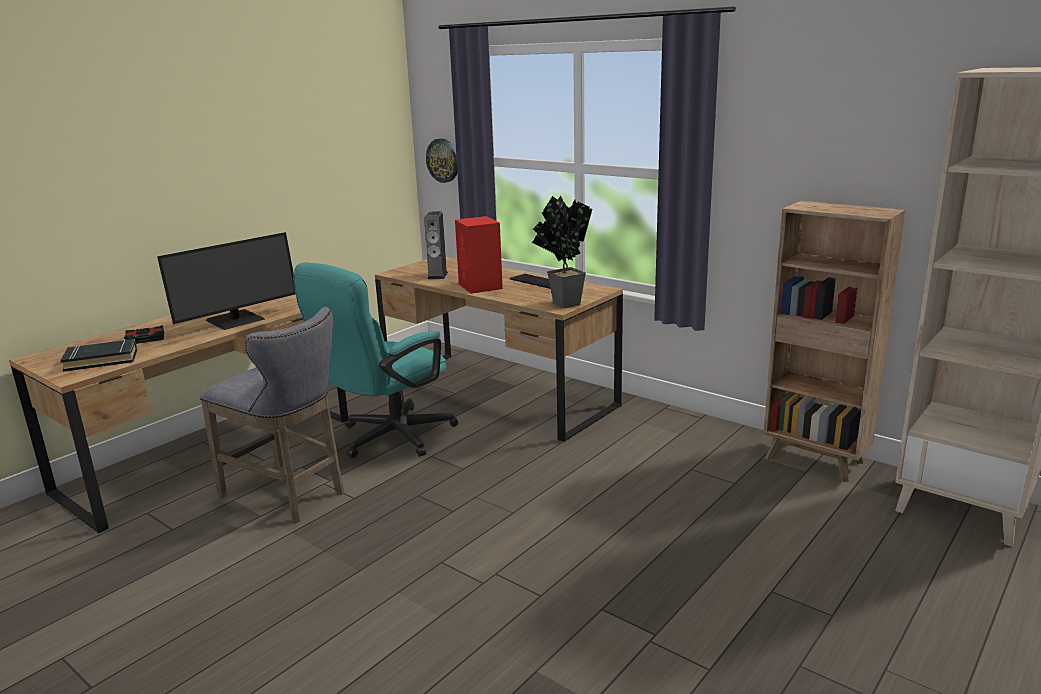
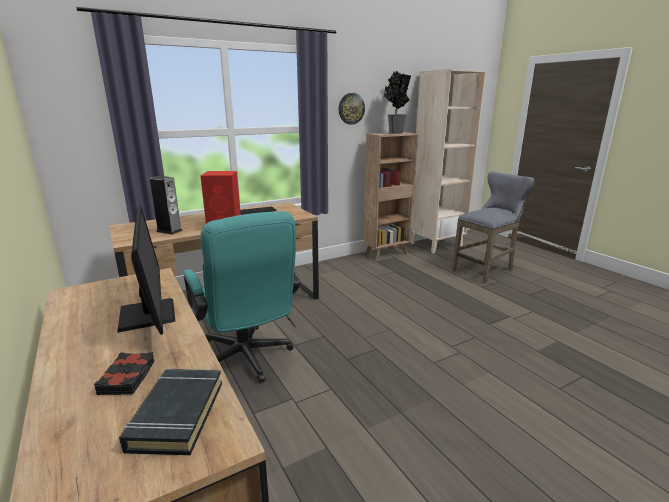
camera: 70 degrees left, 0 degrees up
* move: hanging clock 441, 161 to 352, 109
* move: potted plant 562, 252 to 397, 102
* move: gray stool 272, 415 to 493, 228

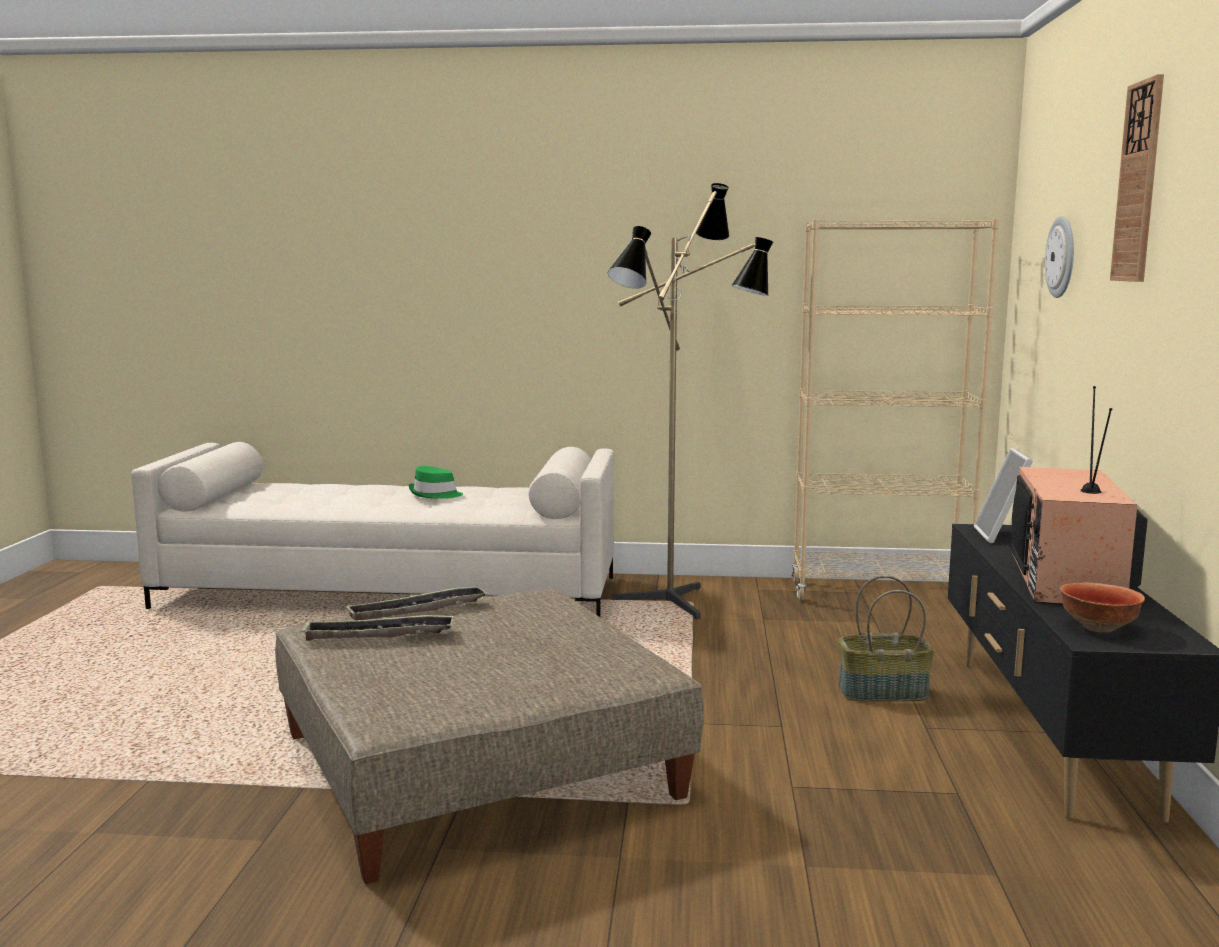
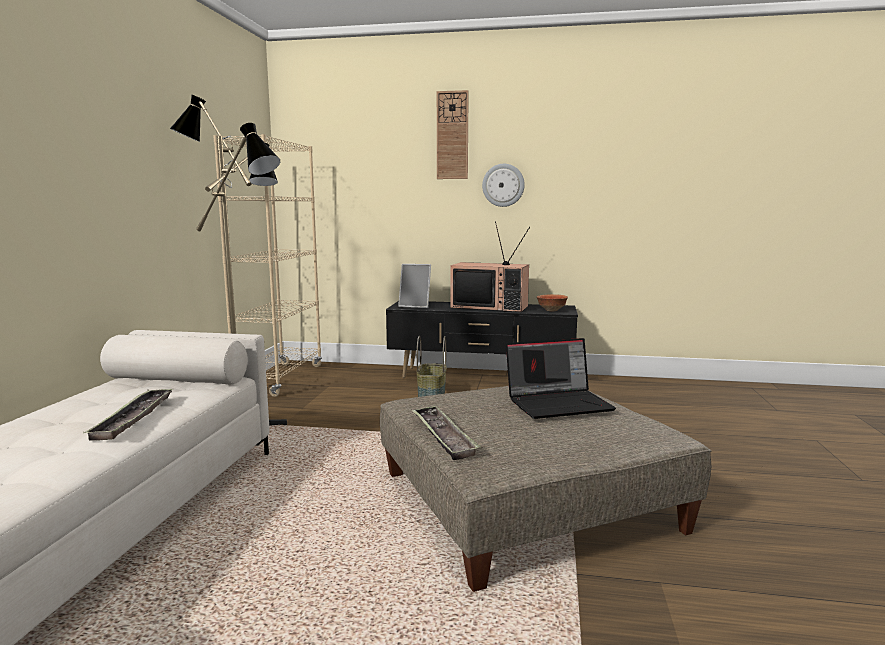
camera: 85 degrees left, 0 degrees up
* move: hanging clock 1059, 257 to 503, 185
* delete: green wearable hat 436, 482
* move: serving tray 377, 628 to 128, 415
* insert: portable computer 561, 378

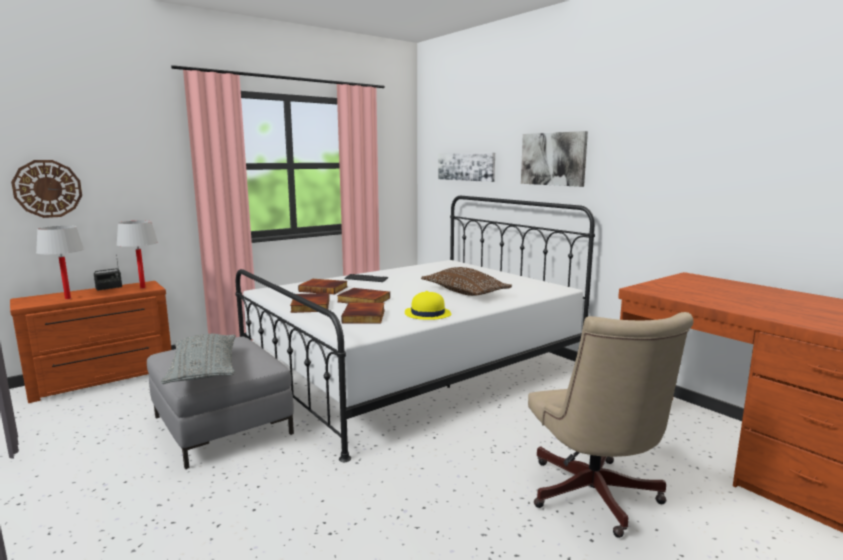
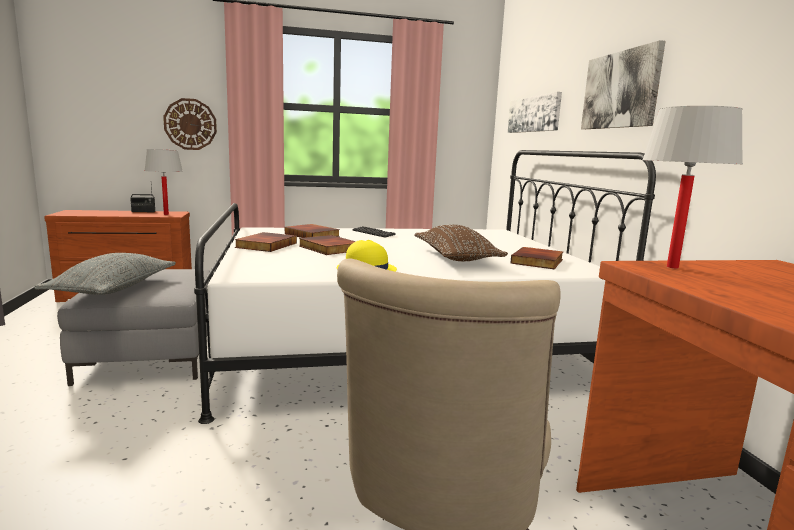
camera: 25 degrees right, 0 degrees up
* move: hanging clock 46, 189 to 190, 124
* move: white-coloured table lamp 60, 262 to 692, 187
* move: bound book 363, 313 to 536, 258

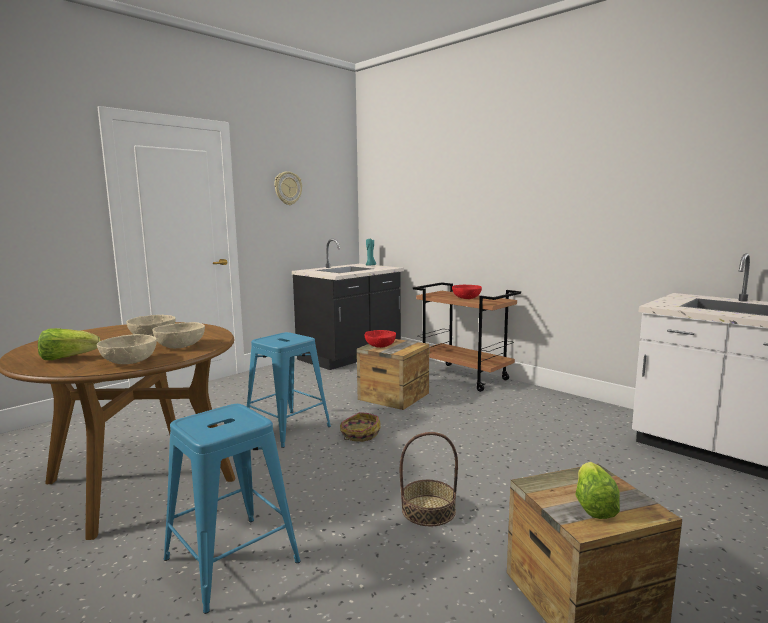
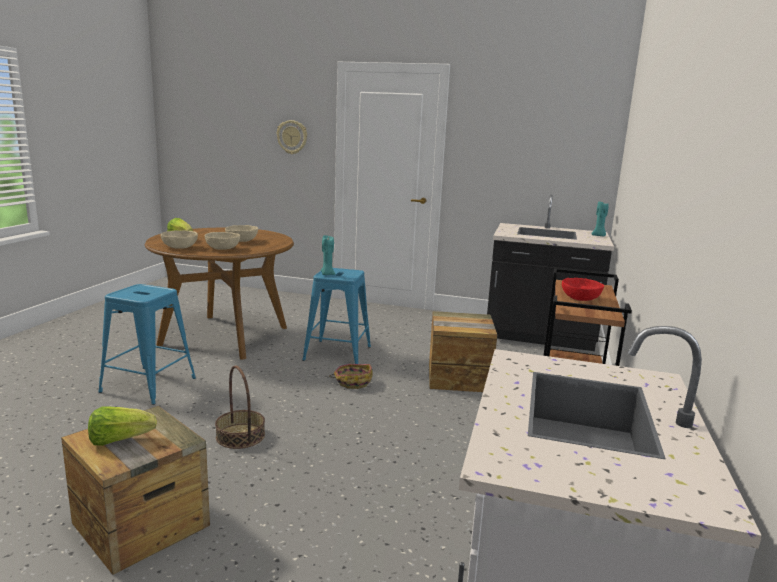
camera: 60 degrees right, 5 degrees up
* move: hanging clock 288, 188 to 292, 137
* delete: red serving bowl 380, 339
* insert: turquoise candle 328, 255

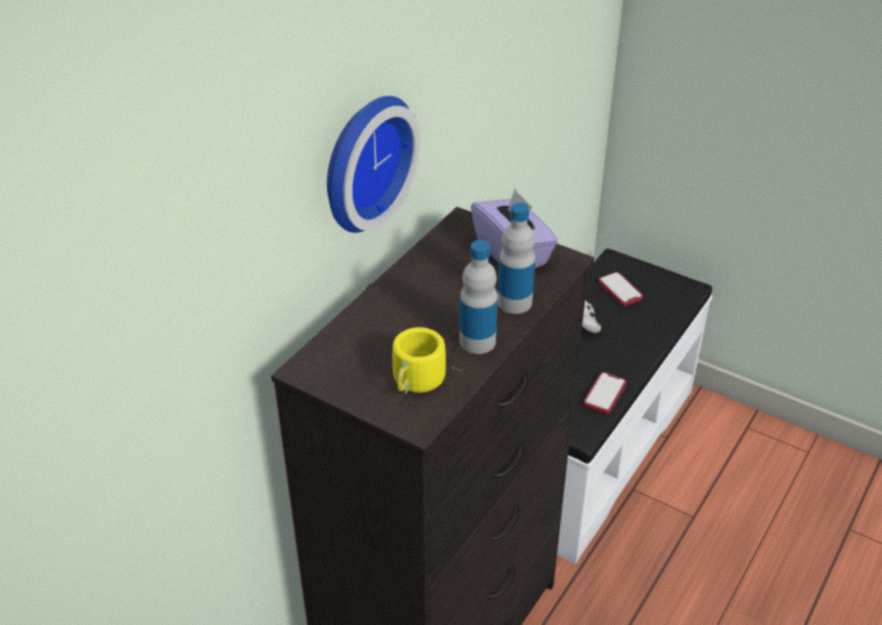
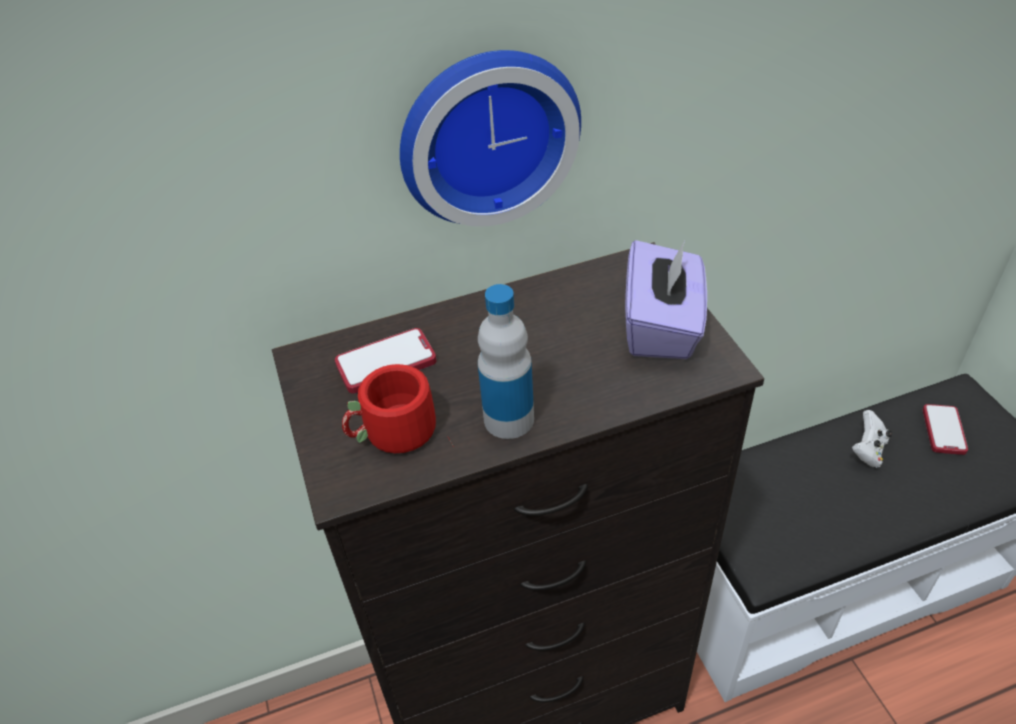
camera: 40 degrees right, 5 degrees up
* delete: bottle 516, 258
* recolor: yellow mug 427, 360 to red mug 398, 408
* move: telephone 604, 393 to 386, 361

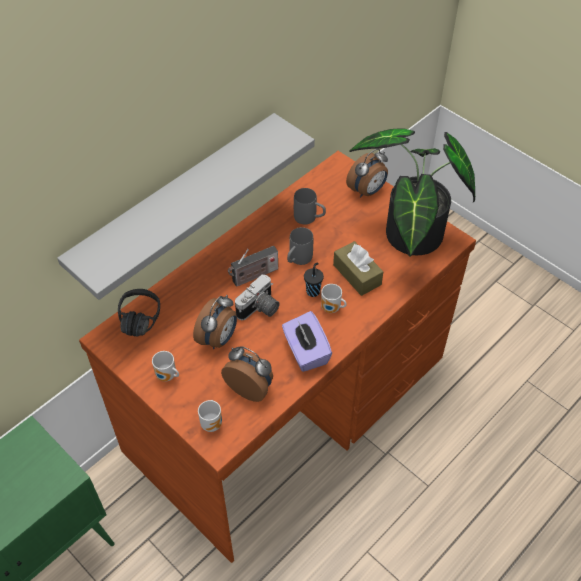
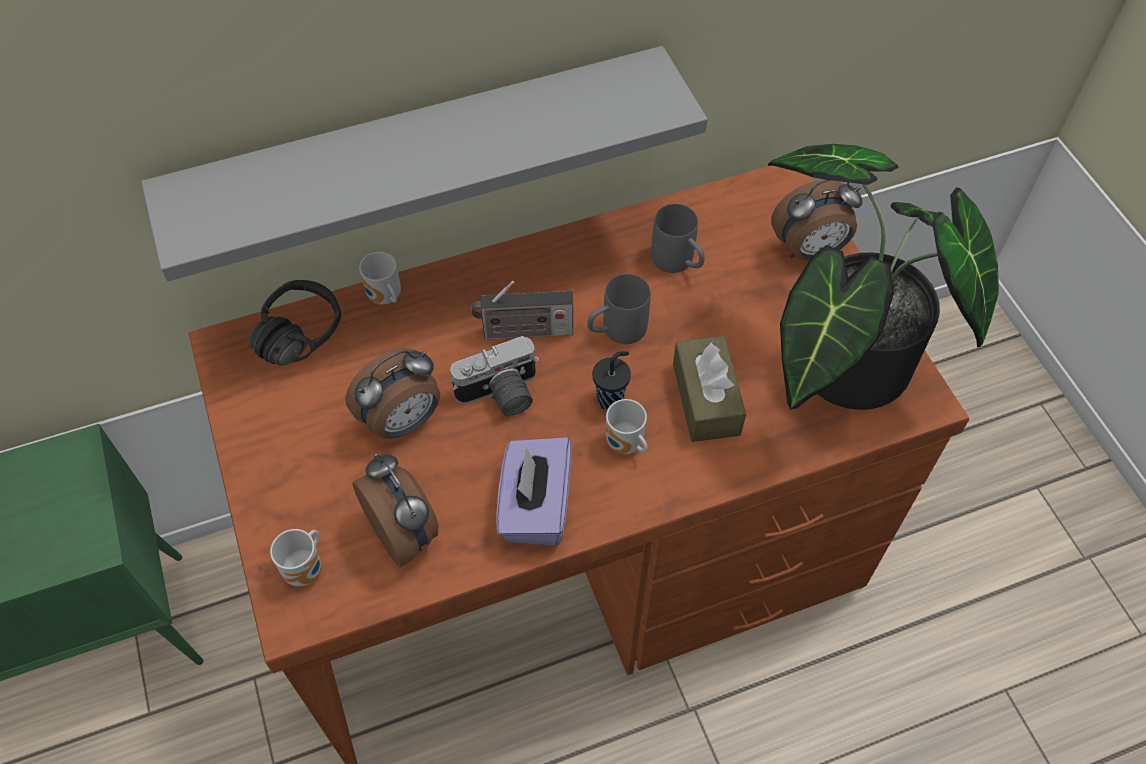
camera: 25 degrees right, 5 degrees up
* move: mug 165, 366 to 380, 278

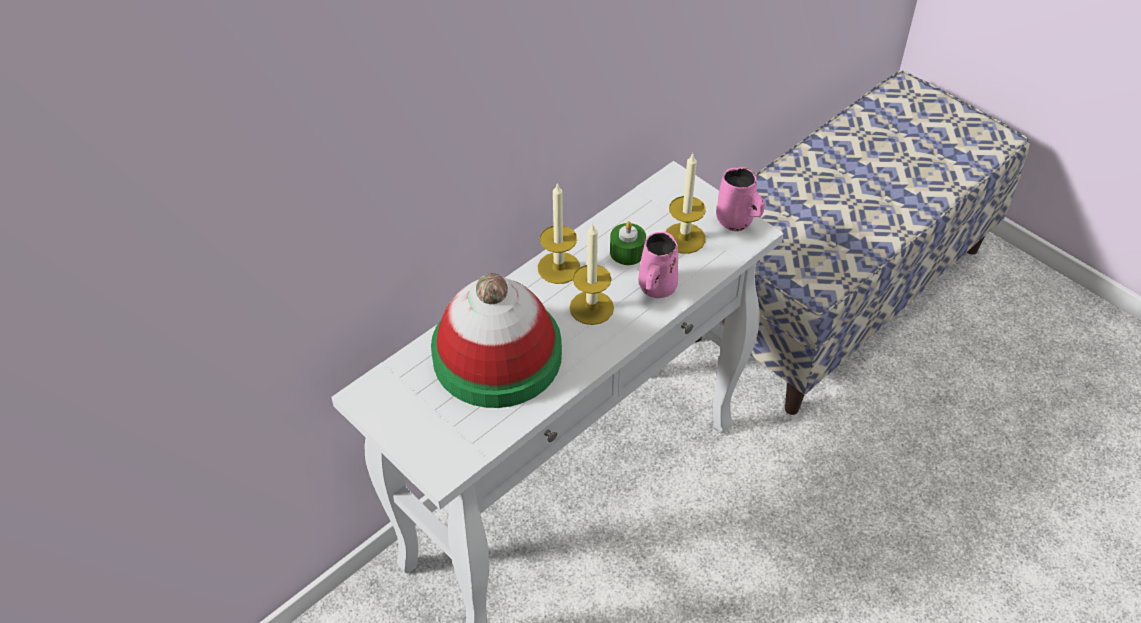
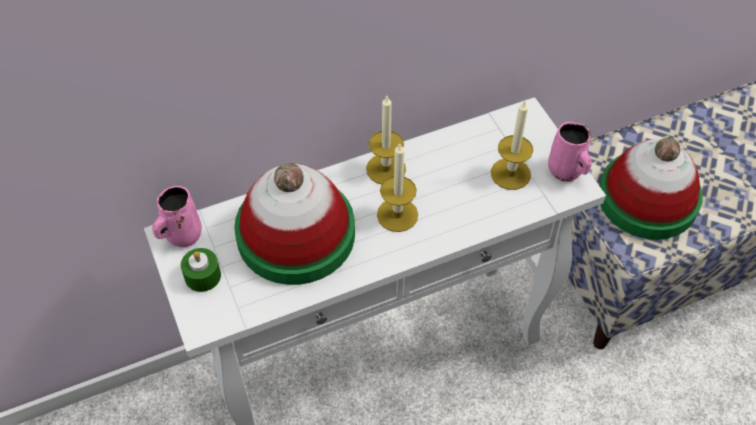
camera: 20 degrees right, 5 degrees up
* move: green candle 628, 243 to 201, 270
* move: pink mug 658, 265 to 177, 216
* insert: wearable hat 651, 188

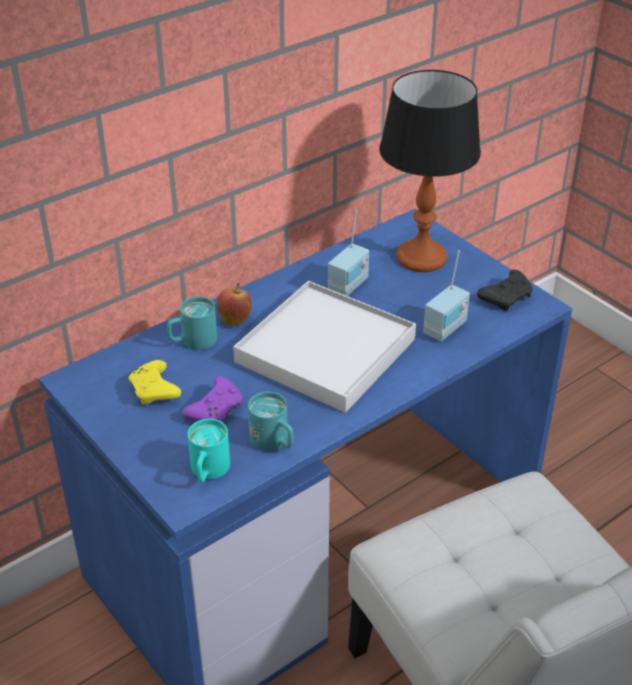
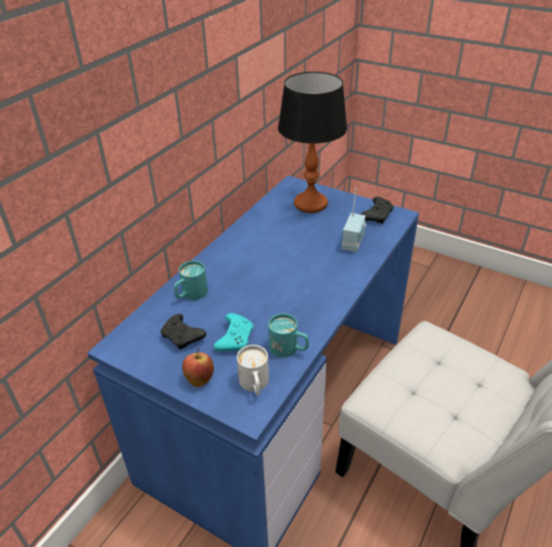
camera: 20 degrees left, 0 degrees up
* delete: radio set 348, 253
* delete: white-coloured serving tray 324, 347
* move: whole apple 234, 304 to 198, 368
* recolor: yellow game controller 155, 382 to black game controller 183, 332
* recolor: purple game controller 212, 399 to turquoise game controller 233, 332
* recolor: turquoise mug 209, 451 to white-coloured mug 253, 370

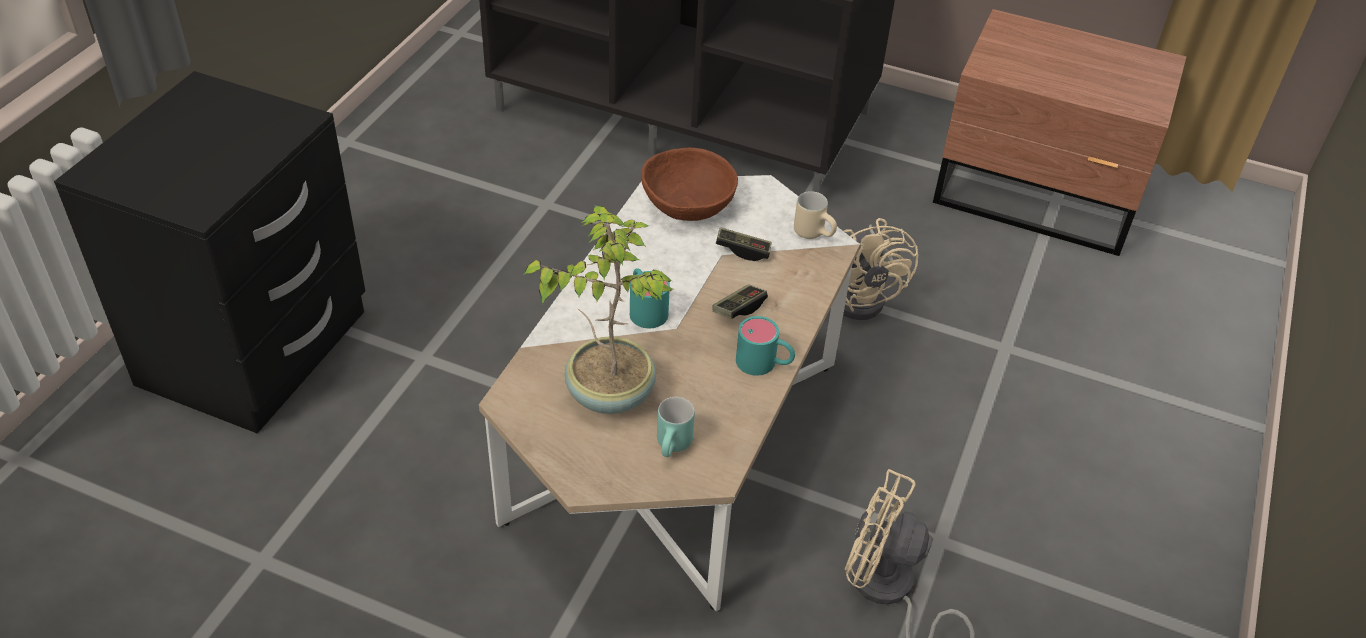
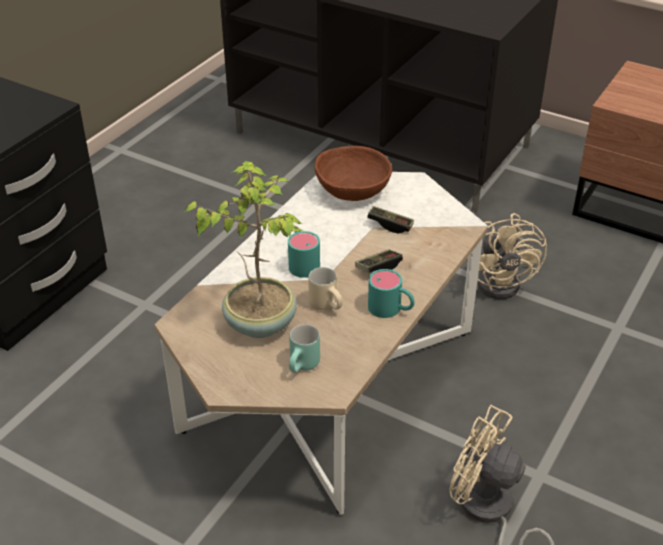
camera: 10 degrees right, 5 degrees down
* move: sand-coloured mug 815, 215 to 325, 288

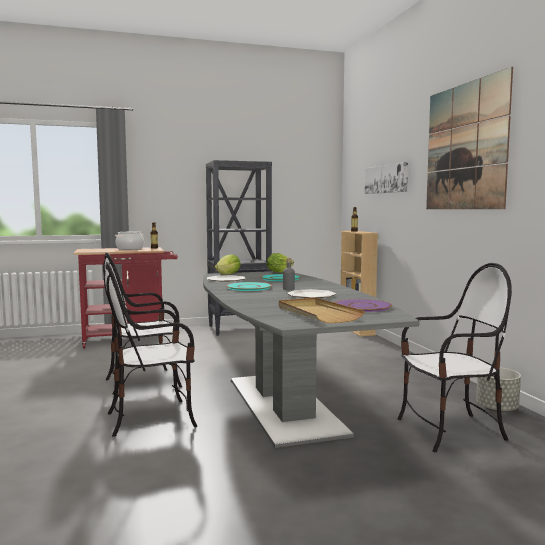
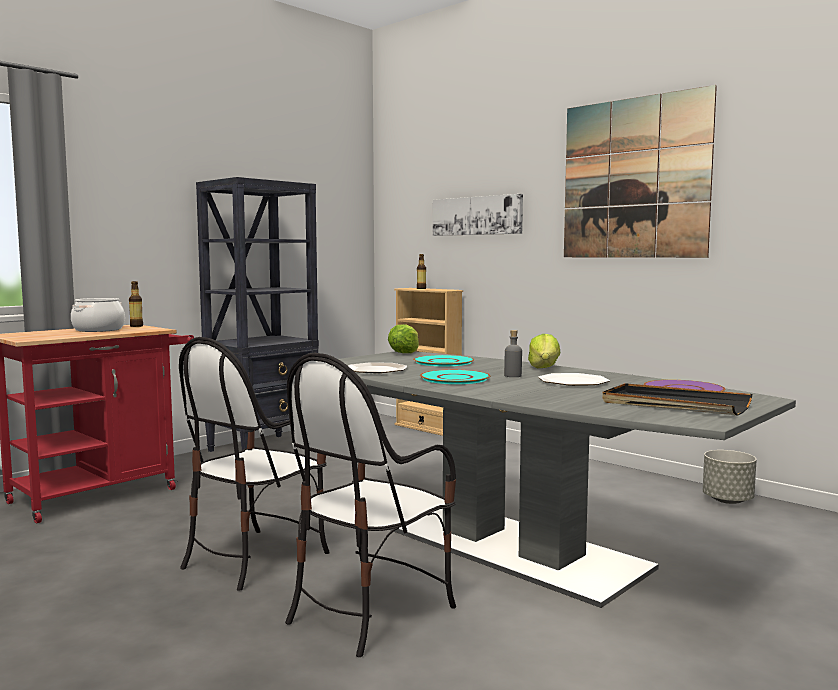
camera: 30 degrees left, 0 degrees up
* move: head of lettuce 228, 264 to 544, 351
* delete: upright chair 455, 357
* recolor: sand-coloured serving tray 322, 310 to black serving tray 677, 399

